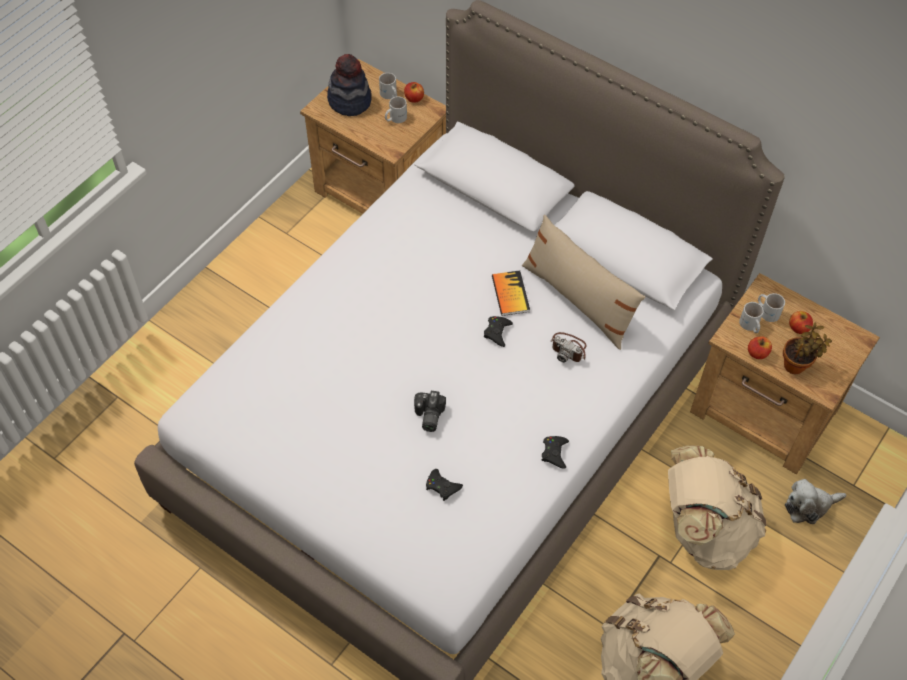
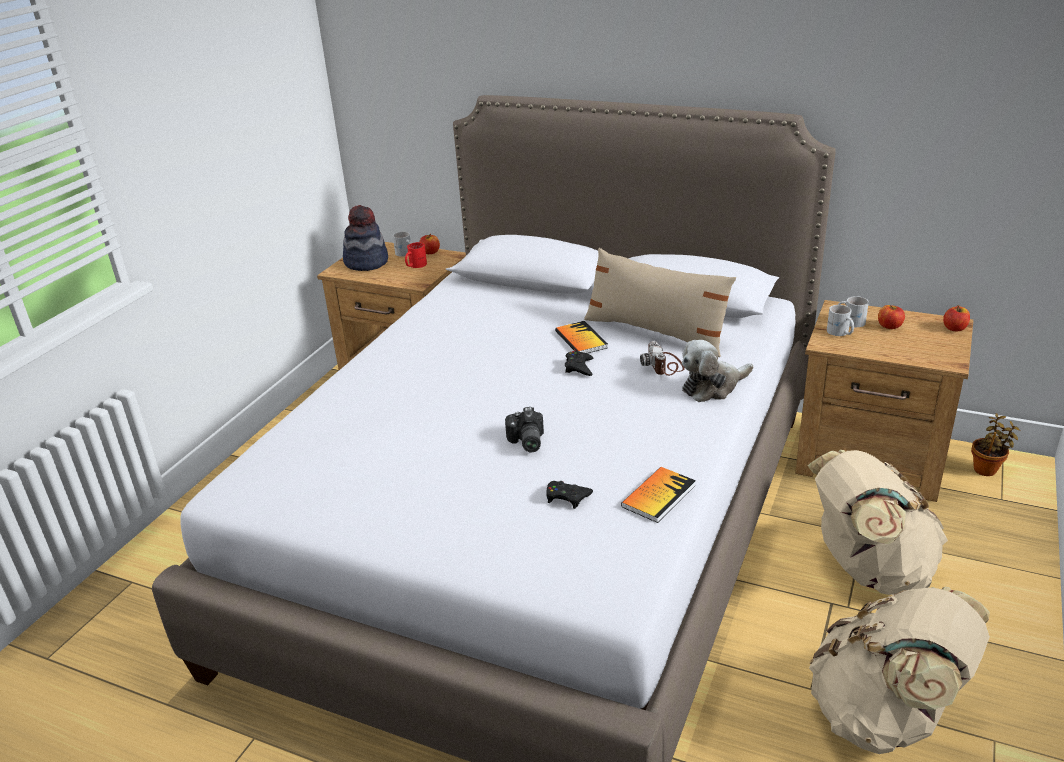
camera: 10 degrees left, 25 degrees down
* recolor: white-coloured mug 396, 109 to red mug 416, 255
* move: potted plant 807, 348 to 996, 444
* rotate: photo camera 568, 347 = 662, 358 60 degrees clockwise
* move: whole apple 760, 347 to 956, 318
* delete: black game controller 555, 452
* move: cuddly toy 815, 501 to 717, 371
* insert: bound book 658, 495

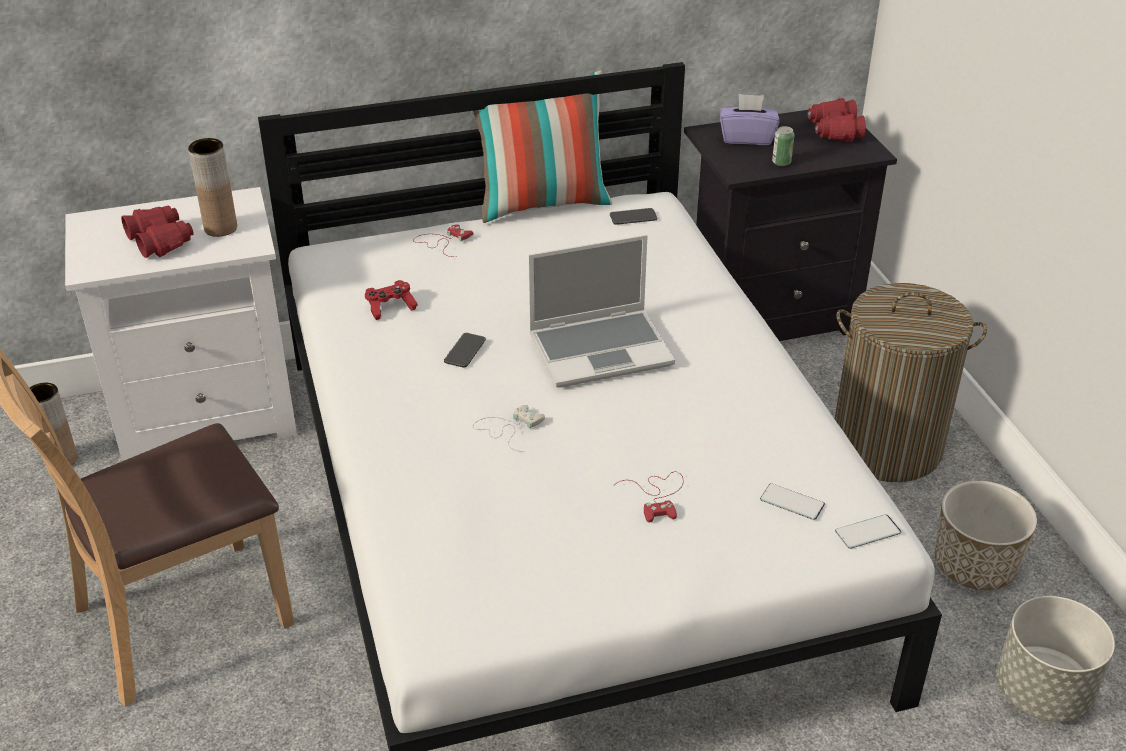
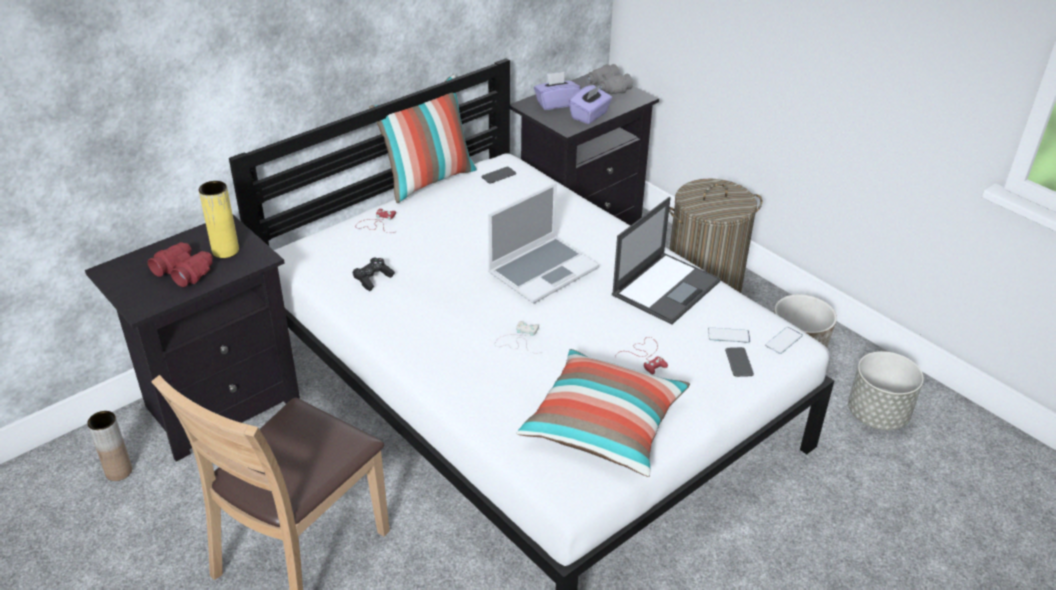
camera: 25 degrees left, 0 degrees up
* recolor: red pair of binoculars 837, 120 to gray pair of binoculars 610, 79
* replace: metal can 783, 146 to purple tissue box 590, 104
* recolor: brownish flower vase 212, 187 to yellow flower vase 219, 219
* recolor: white-coloured bedside table 181, 324 to black bedside table 192, 338
* recolor: red game controller 391, 300 to black game controller 374, 274
* move: telephone 465, 350 to 739, 362
* insert: portable computer 666, 261
* insert: cushion 603, 413

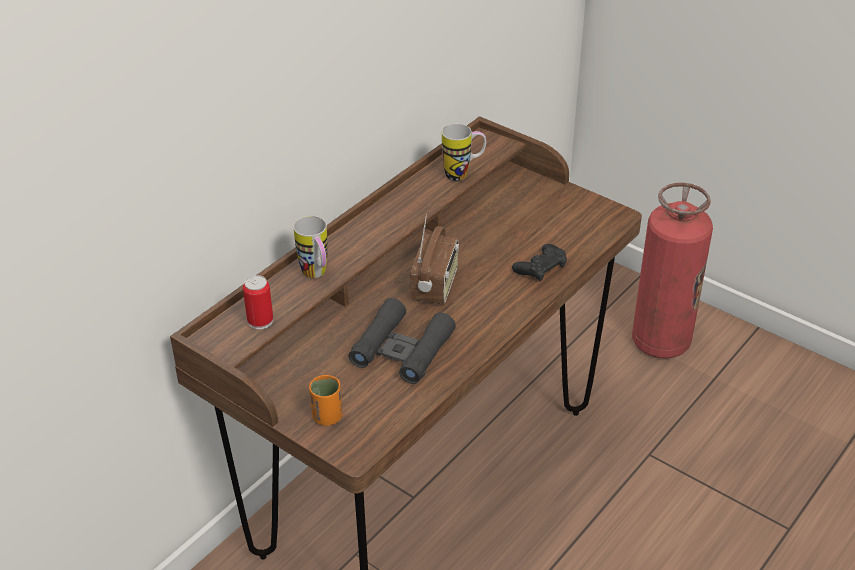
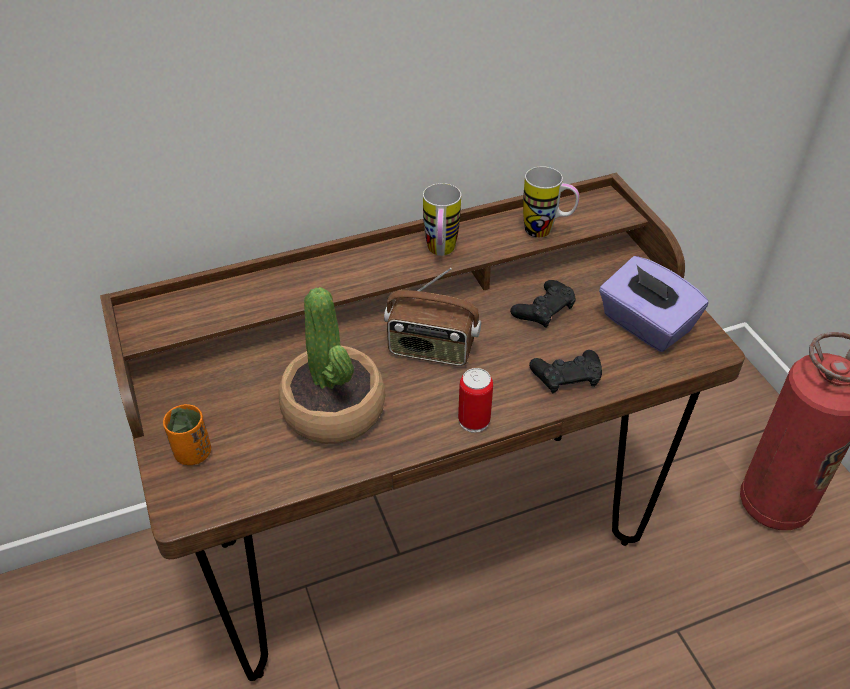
camera: 30 degrees right, 5 degrees up
* rotate: radio set 435, 259 = 432, 317 60 degrees clockwise
* move: mug 310, 247 to 442, 219
* move: metal can 258, 302 to 475, 400
* replace: black pair of binoculars 402, 341 to potted plant 332, 365
* insert: purple tissue box 653, 304
* insert: black game controller 543, 304

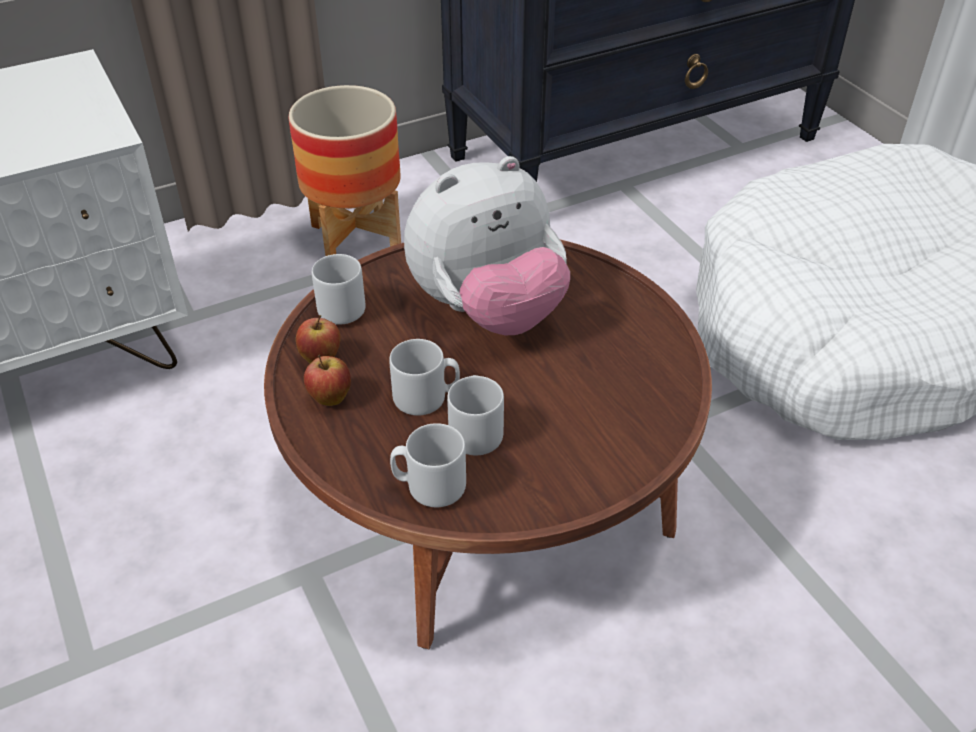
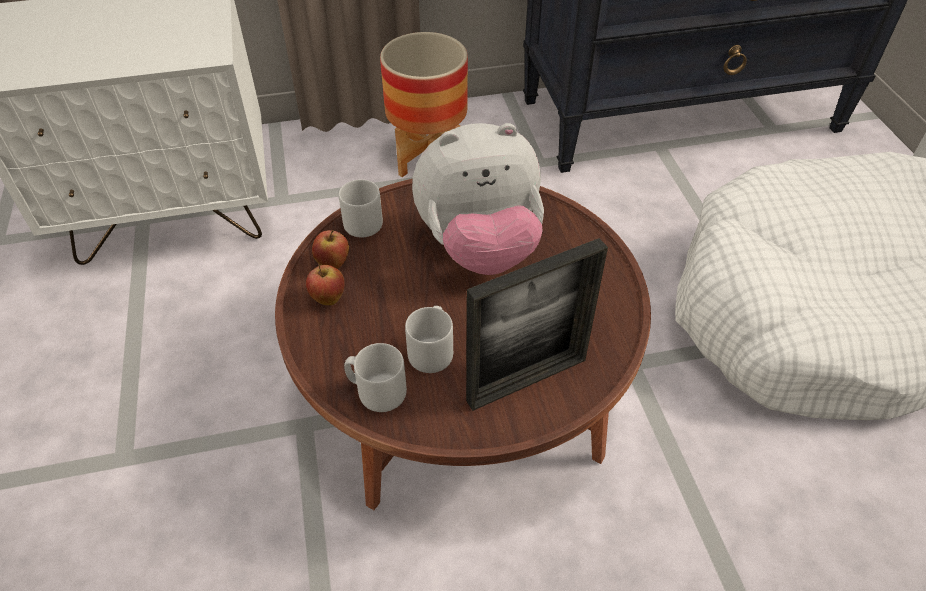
camera: 15 degrees right, 5 degrees up
* delete: gray mug 424, 377
* insert: standing frame 537, 324

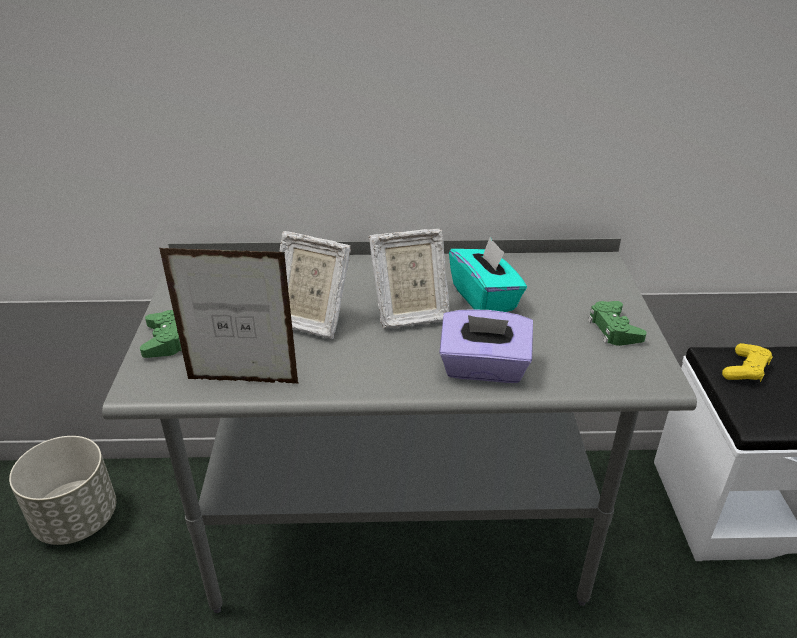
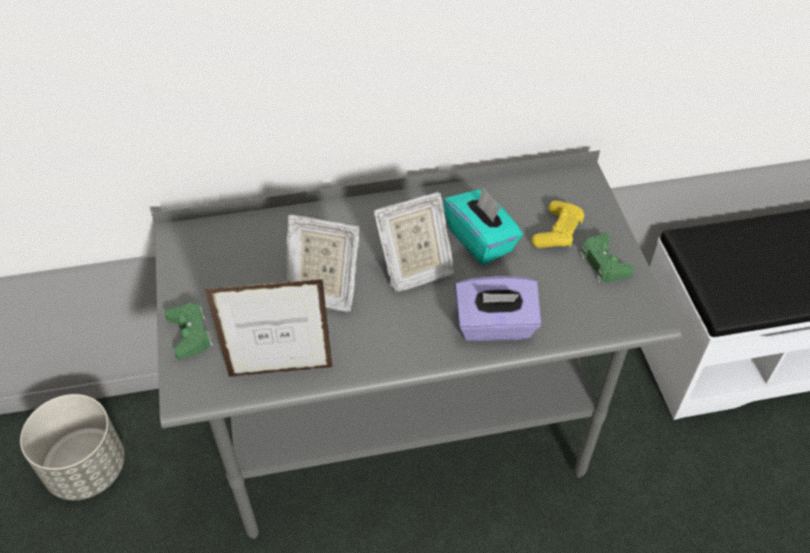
camera: 10 degrees left, 15 degrees up
* move: yellow game controller 747, 362 to 557, 224

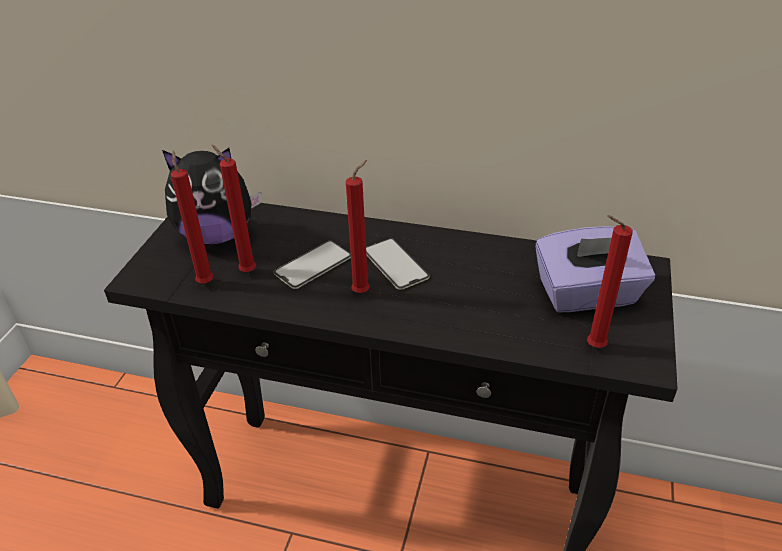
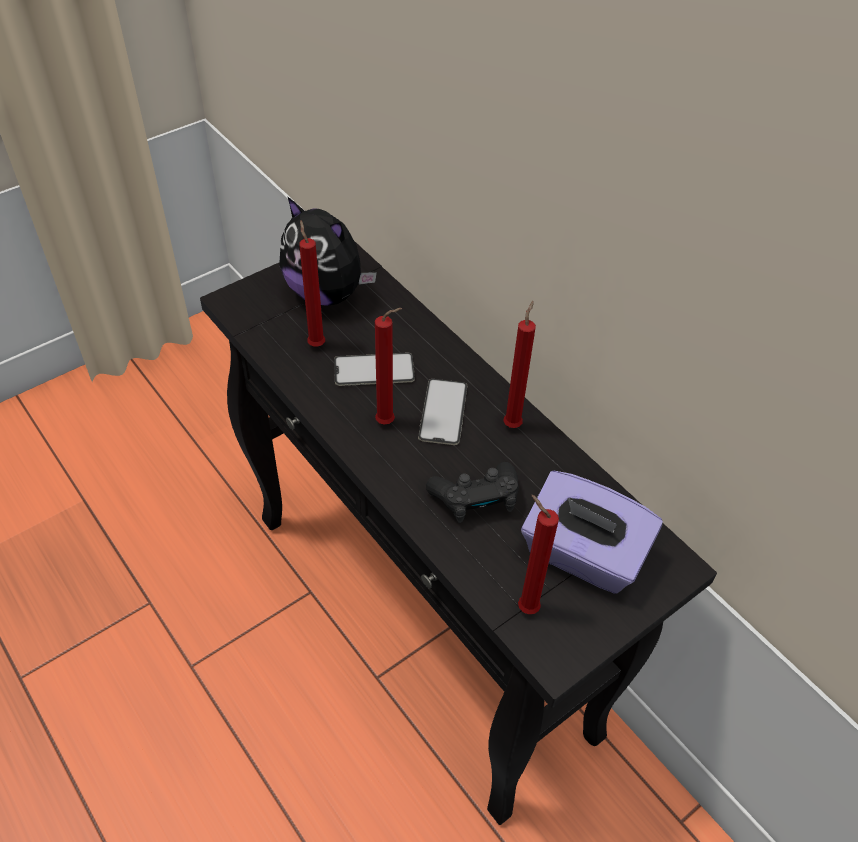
camera: 35 degrees right, 10 degrees up
* move: red candle 192, 217 to 519, 364
* insert: black game controller 472, 492

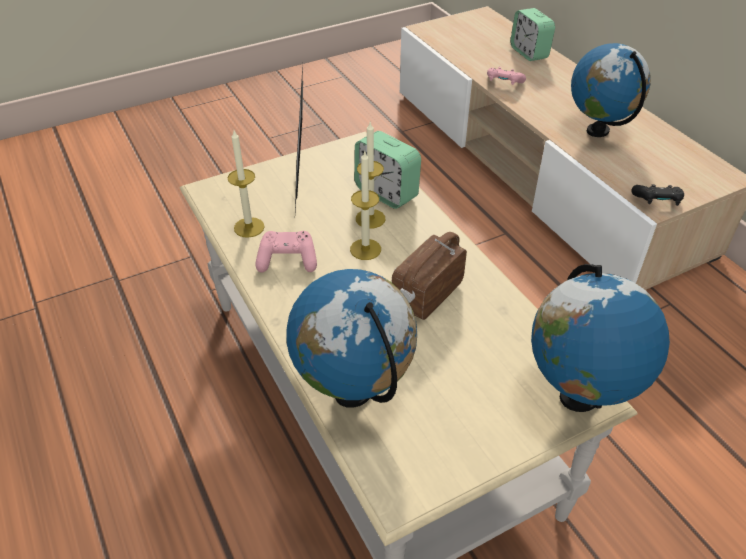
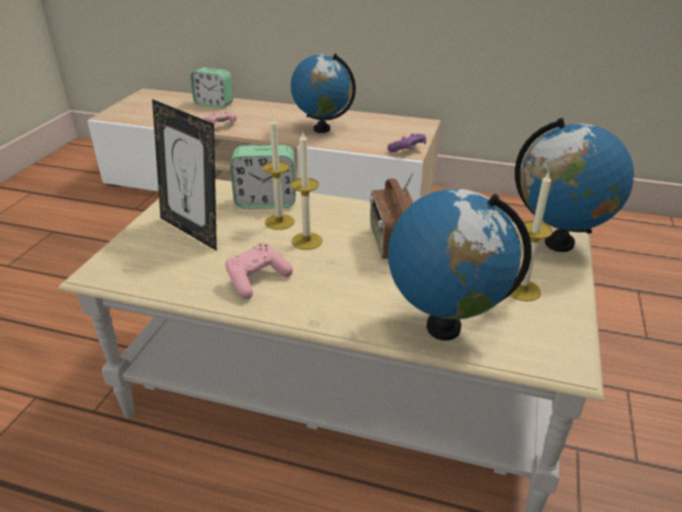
camera: 45 degrees left, 10 degrees down
* move: candle 246, 184 to 531, 236
* recolor: black game controller 657, 195 to purple game controller 406, 143

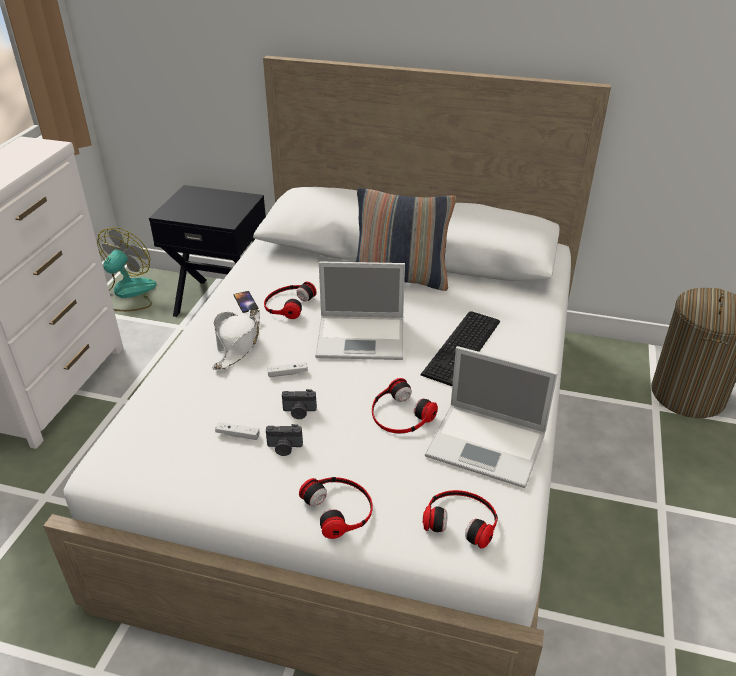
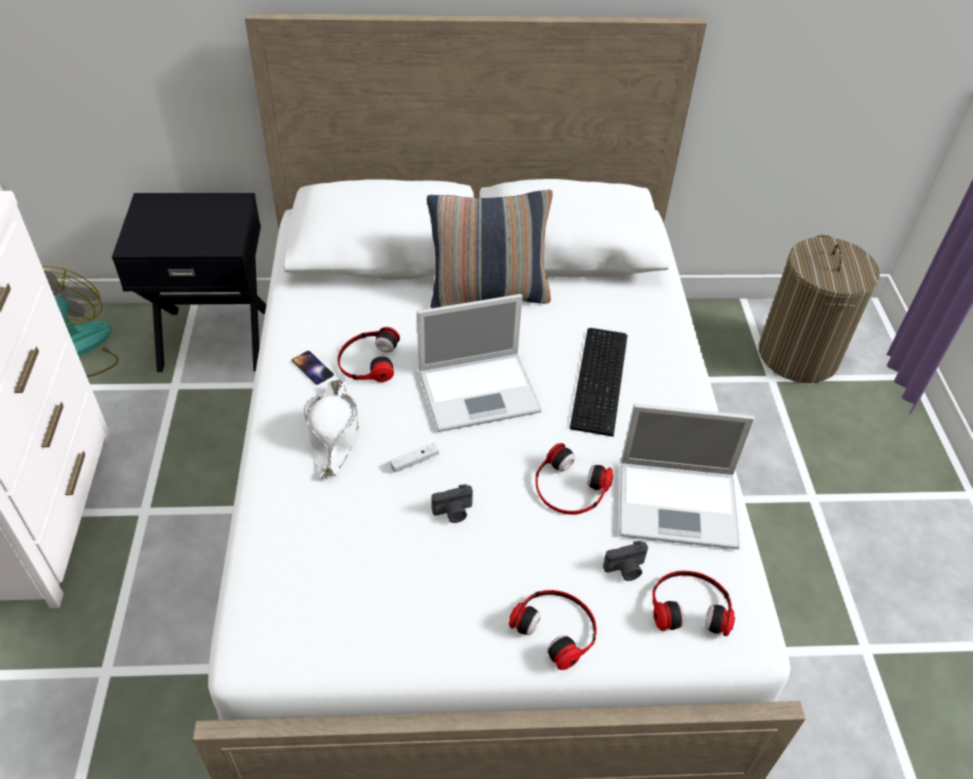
camera: 20 degrees left, 10 degrees up
* delete: white-coloured game controller 237, 431
* move: photo camera 284, 440 to 625, 561

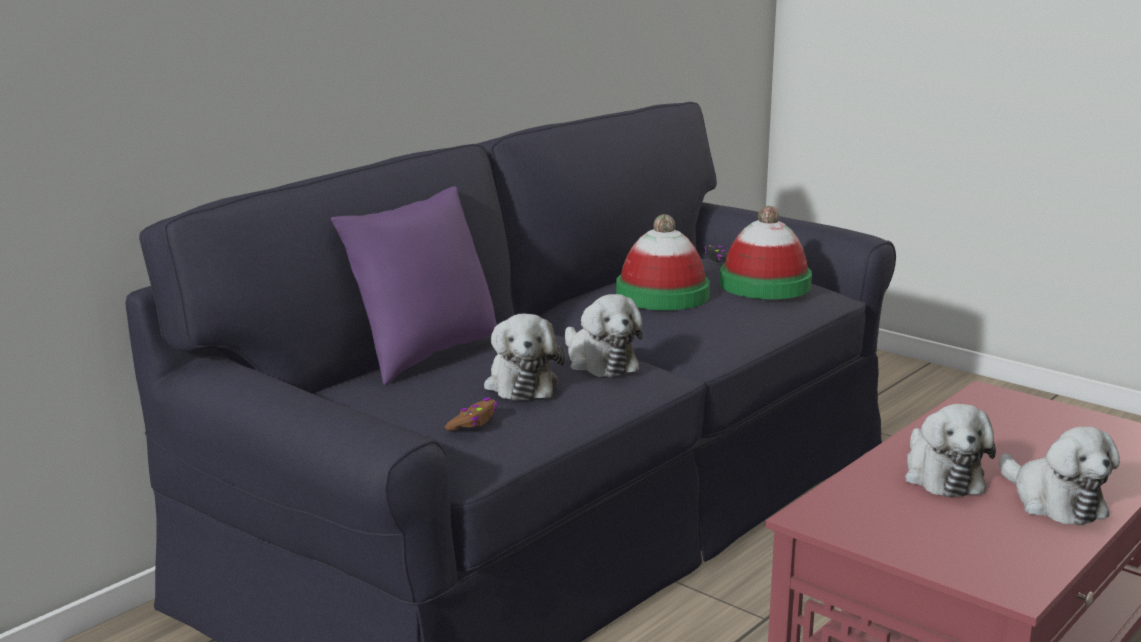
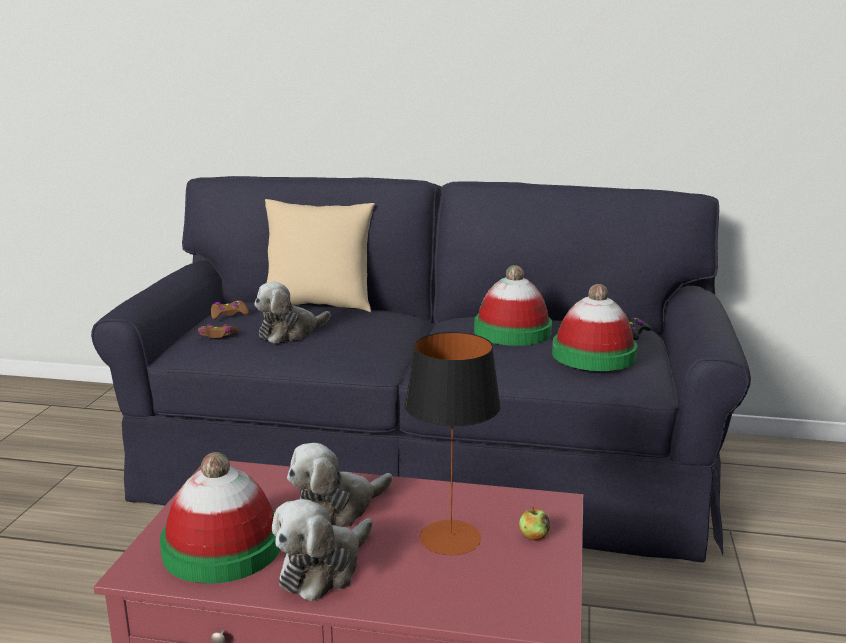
camera: 60 degrees right, 0 degrees up
* recolor: purple cushion 414, 286 to sand-coloured cushion 320, 255
* delete: cuddly toy 603, 335
* insert: brownish game controller 230, 309
* insert: table lamp 453, 443
* insert: wearable hat 220, 518
* insert: whole apple 534, 523

